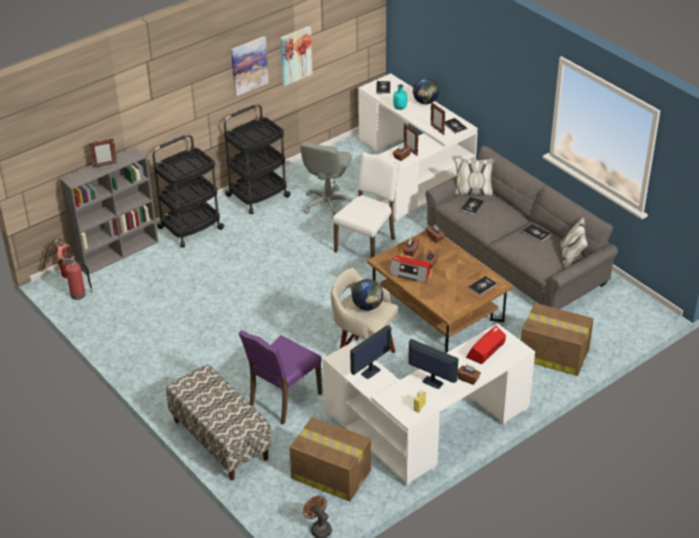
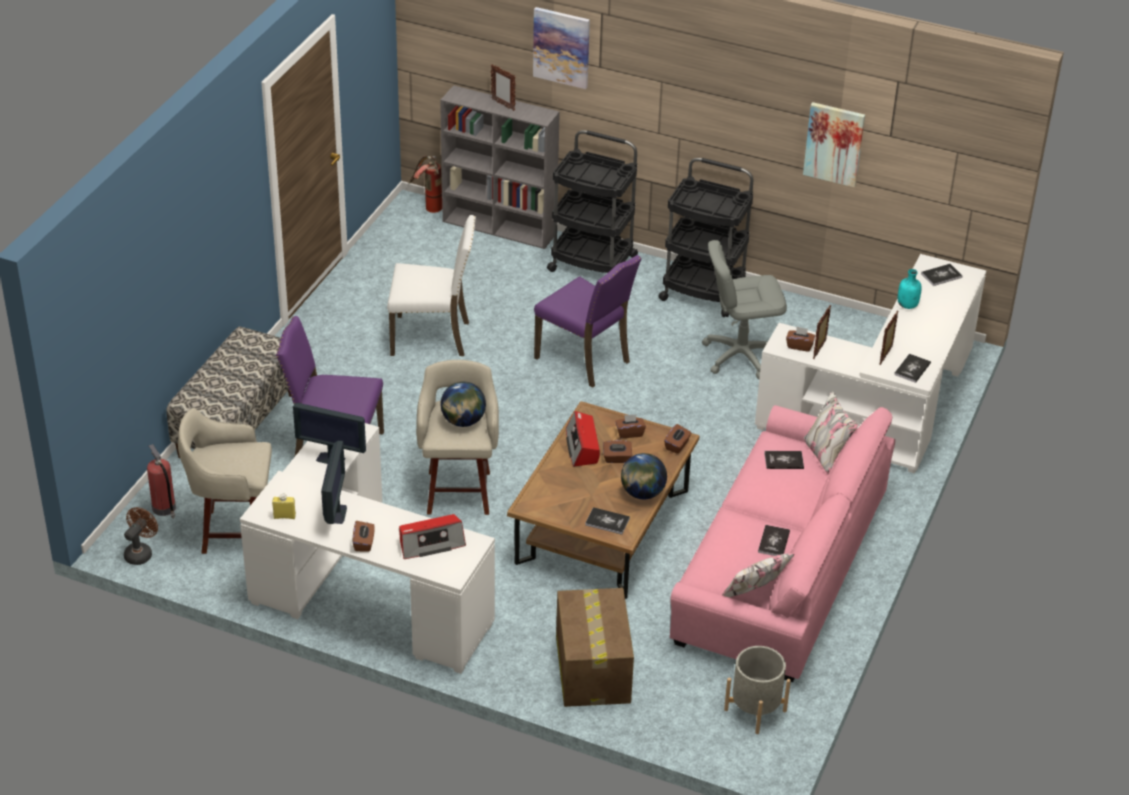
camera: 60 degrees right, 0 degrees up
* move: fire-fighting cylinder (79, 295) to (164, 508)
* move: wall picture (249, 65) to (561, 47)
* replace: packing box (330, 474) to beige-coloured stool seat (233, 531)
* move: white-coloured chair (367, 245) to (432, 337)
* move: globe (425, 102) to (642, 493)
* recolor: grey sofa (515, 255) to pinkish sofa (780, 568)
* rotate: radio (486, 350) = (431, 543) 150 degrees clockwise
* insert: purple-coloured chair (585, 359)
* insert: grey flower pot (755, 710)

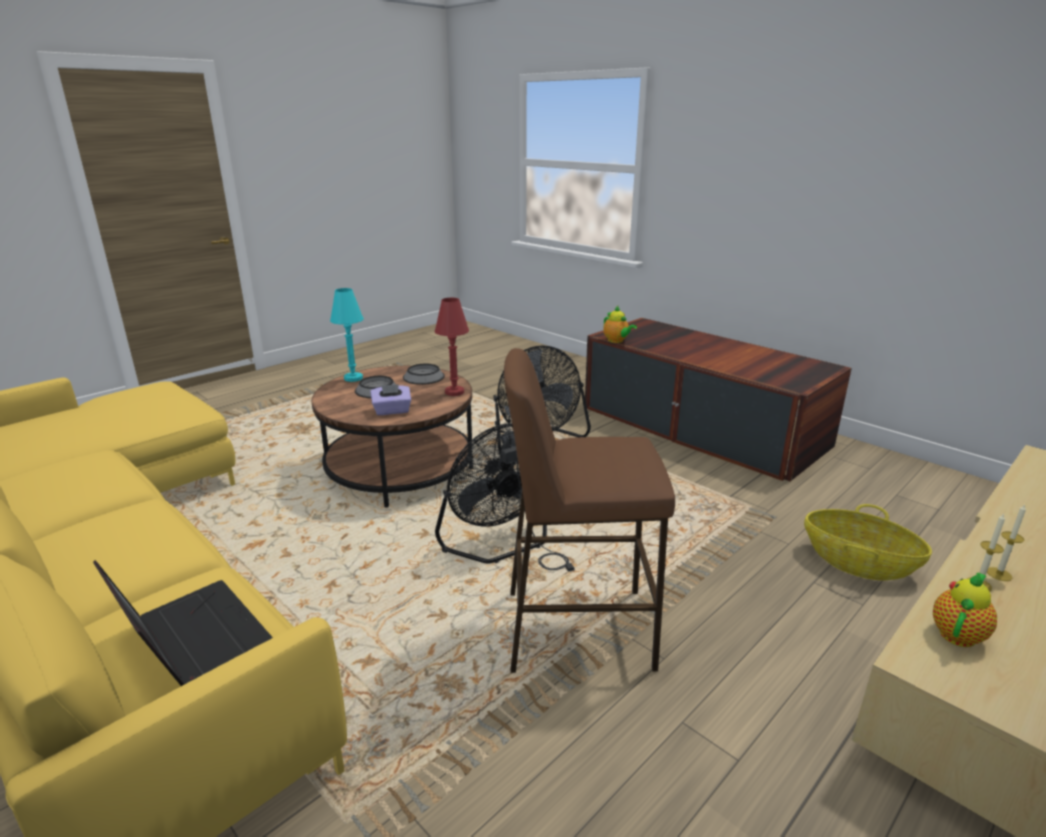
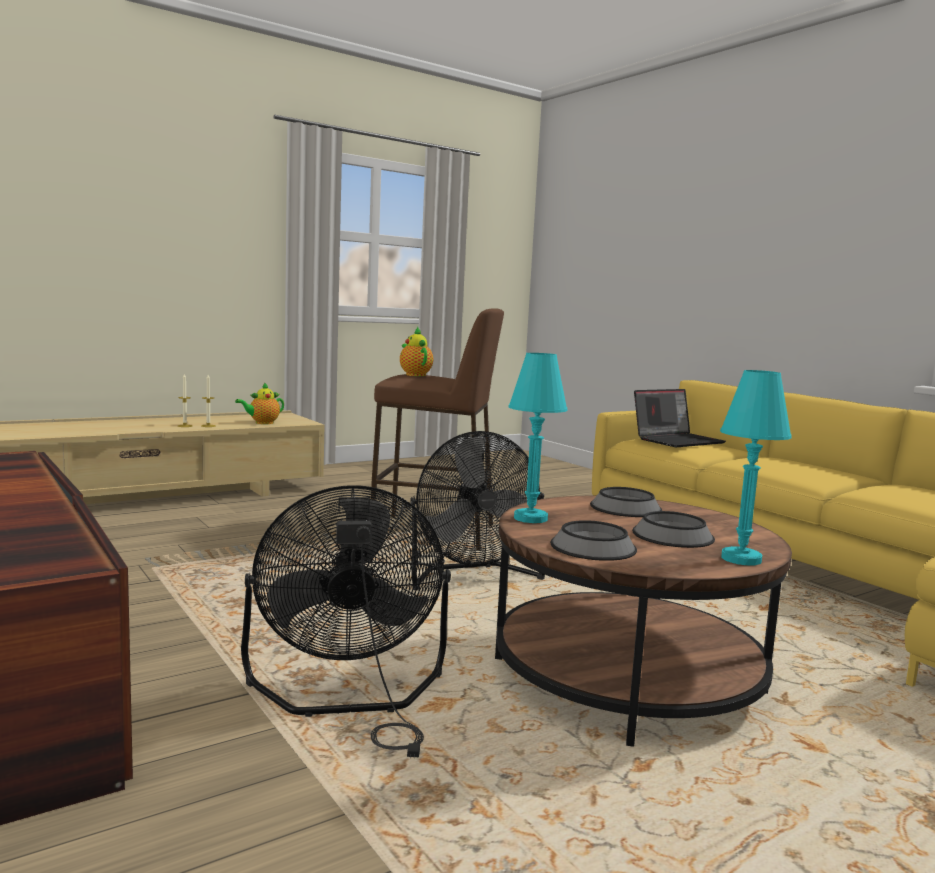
camera: 170 degrees left, 15 degrees down
* rotate: laptop (192, 638) = (677, 440) 90 degrees counterclockwise
* replace: purple-coloured tissue holder (392, 411) to bowl (625, 507)
* recolor: reddish tabletop lamp (454, 392) to turquoise-coloured tabletop lamp (530, 518)
* move: tea pot (616, 341) to (414, 375)
* delete: basket (858, 563)

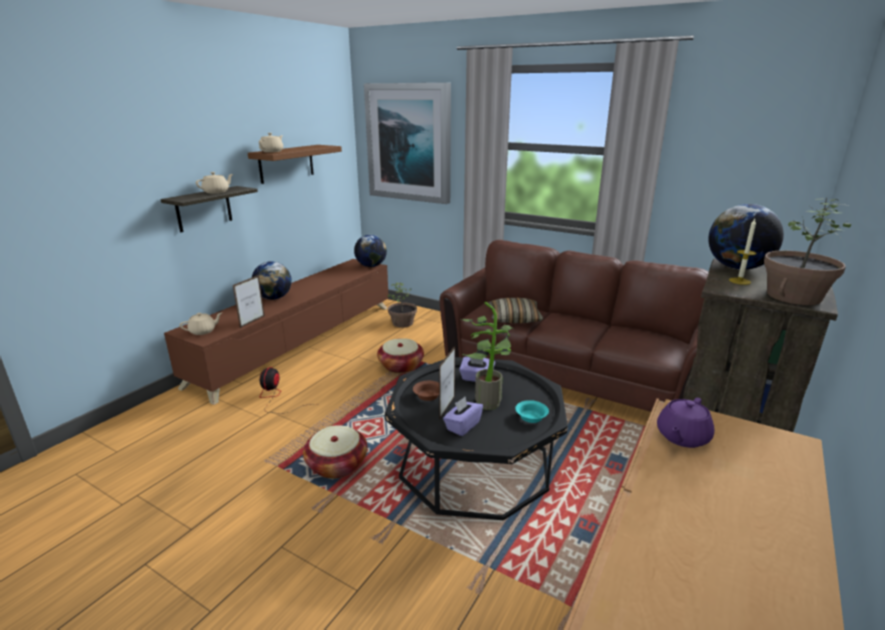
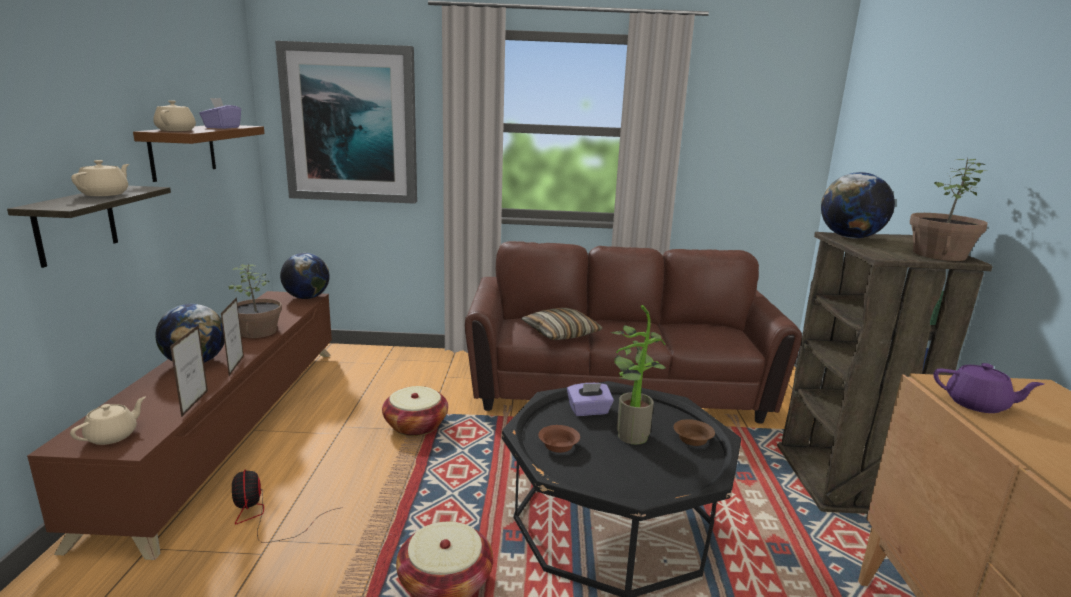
camera: 30 degrees left, 5 degrees down
* move: potted plant (403, 323) to (259, 332)
* move: picture frame (447, 408) to (236, 366)
* move: purple-coloured tissue holder (462, 426) to (222, 127)
* recolor: turquoise-coloured bowl (532, 417) to brown-coloured bowl (693, 439)
* rotate: purple-coloured tea pot (682, 437) = (978, 405) 75 degrees counterclockwise
* delete: candle (739, 281)

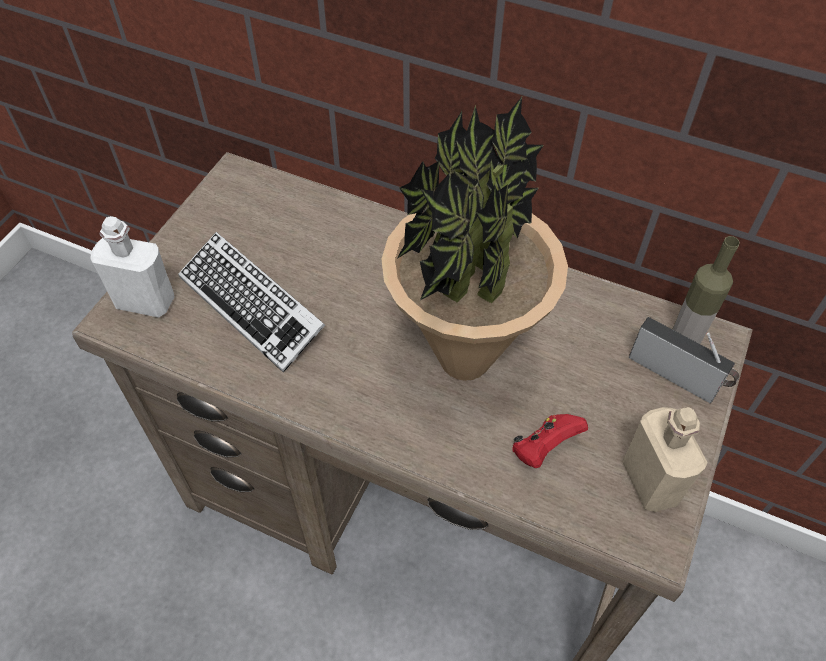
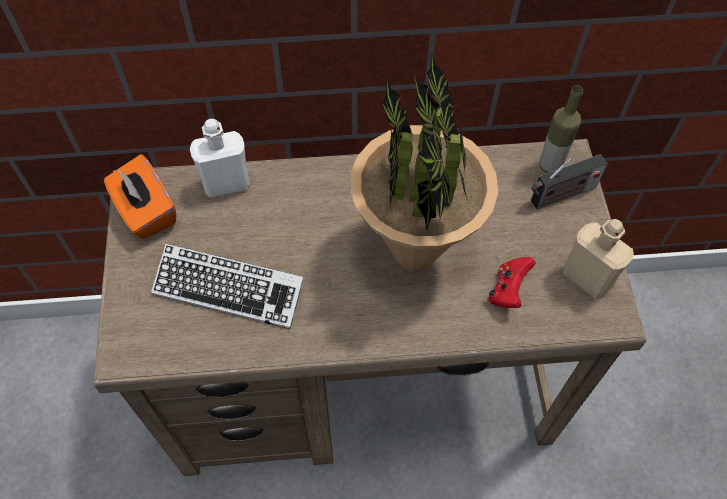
camera: 30 degrees left, 5 degrees up
* move: white-coloured bottle (145, 302) to (226, 184)
* rotate: radio (677, 376) = (561, 196) 150 degrees clockwise
* insert: orange tissue holder (146, 212)

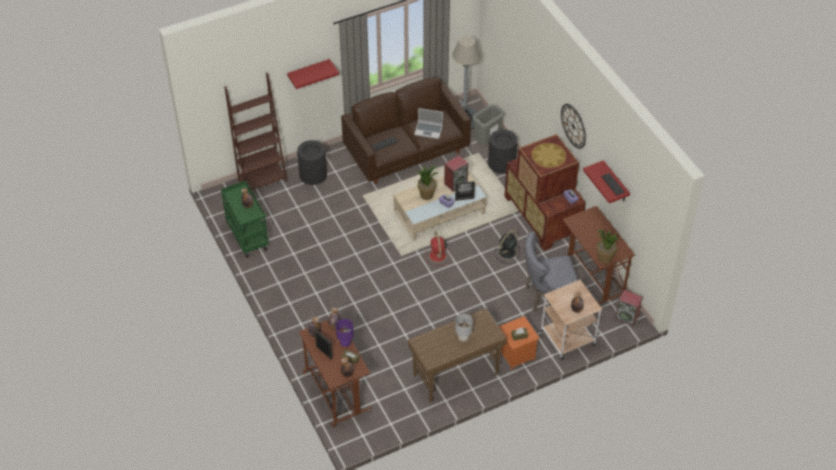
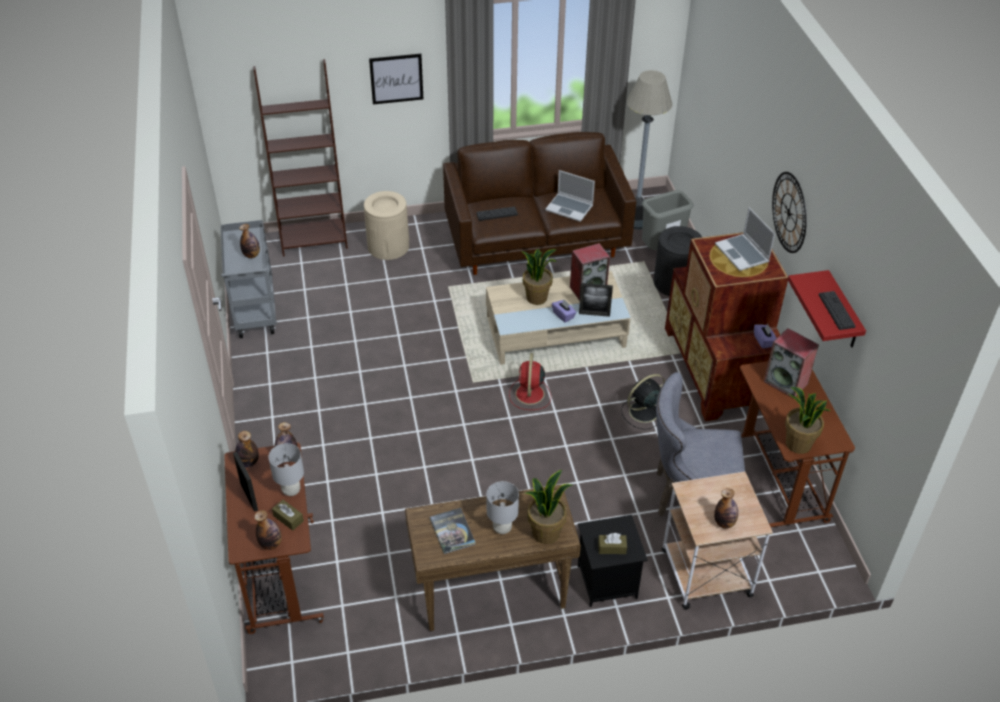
camera: 15 degrees right, 5 degrees down
* recolor: greenish wheeled cart (248, 239) to grey wheeled cart (256, 313)
* replace: reddish wall shelf (309, 72) to wall picture (396, 78)
* recolor: black-coloured trash can (313, 174) to beige-coloured trash can (388, 246)
* recolor: purple-coloured tabletop lamp (346, 344) to grey tabletop lamp (291, 491)
* recolor: orange nightstand (516, 356) to black-coloured nightstand (606, 583)
* move: audio speaker (627, 317) to (786, 383)
* insert: bound book (452, 531)
* insert: potted plant (545, 532)
* insert: laptop (742, 254)

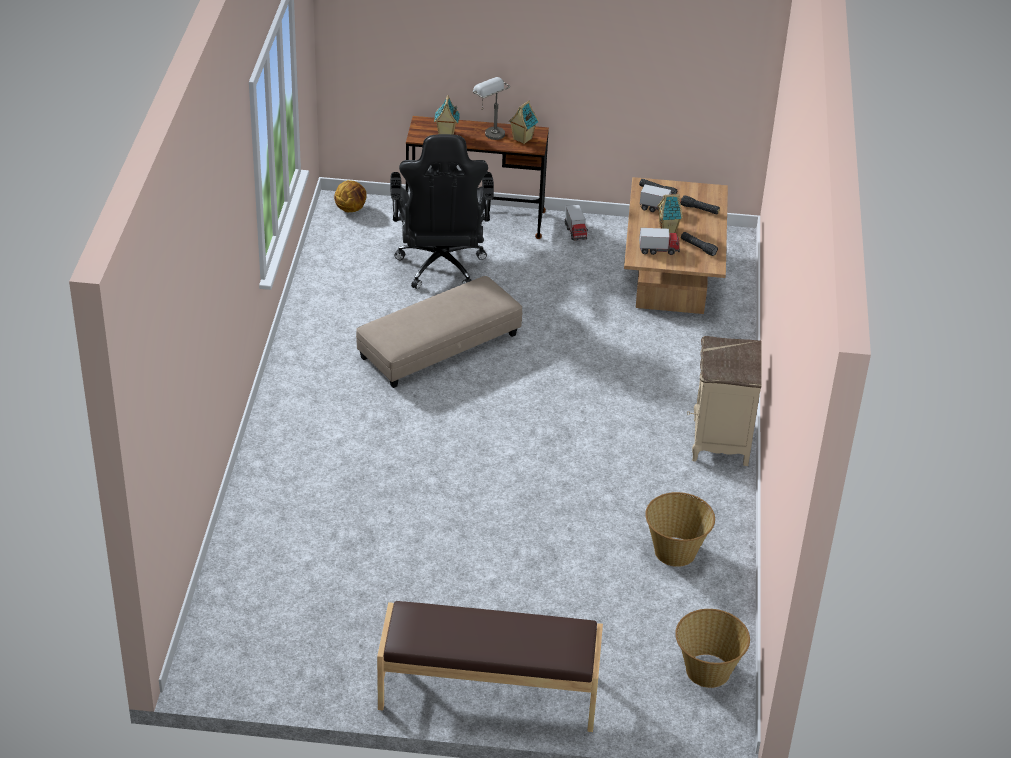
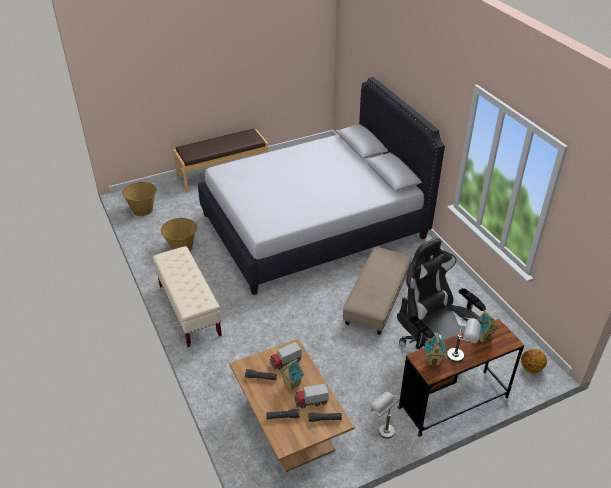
camera: 150 degrees right, 0 degrees up
* replace: toy lorry (575, 232) to grey tabletop lamp (381, 428)
* replace: beige-coloured nightstand (719, 442) to beige-coloured bench (189, 310)
* insert: white-coloured bedroom bed (313, 225)

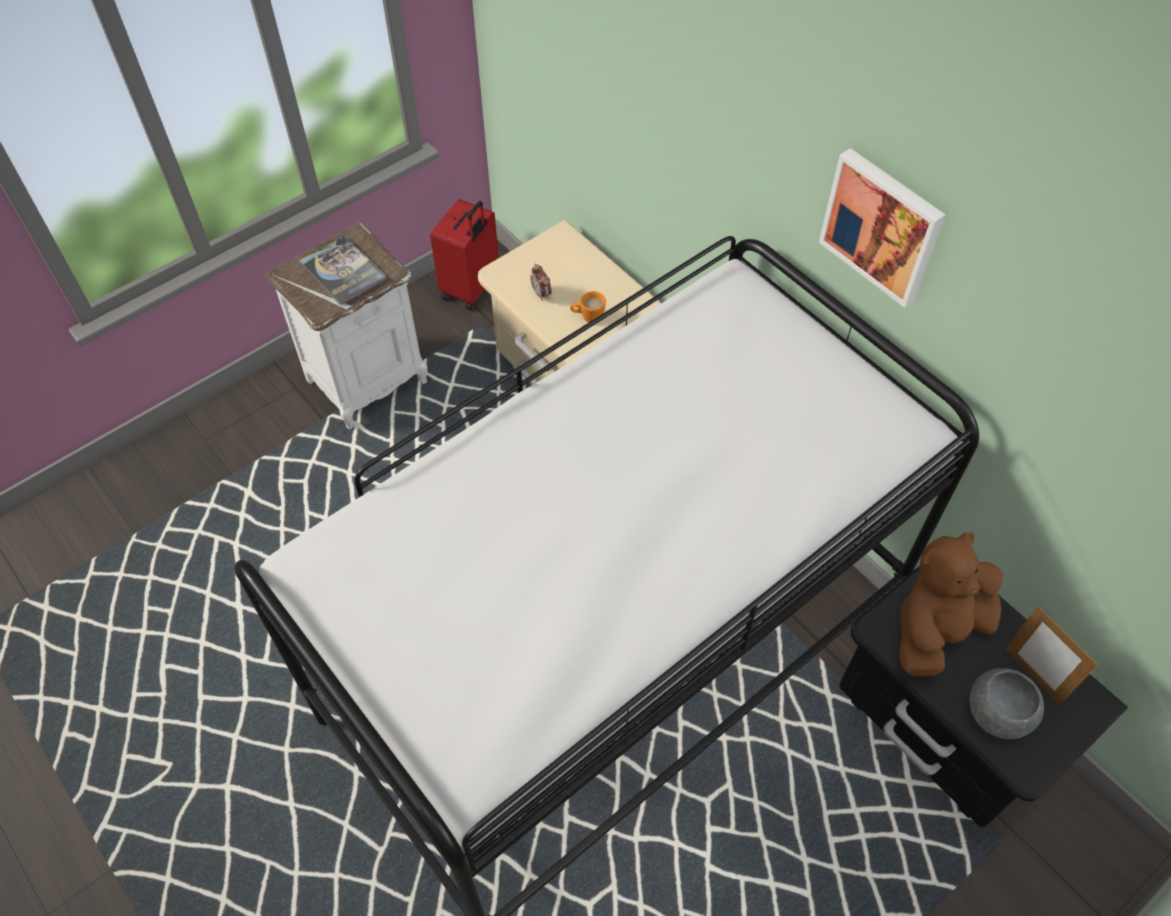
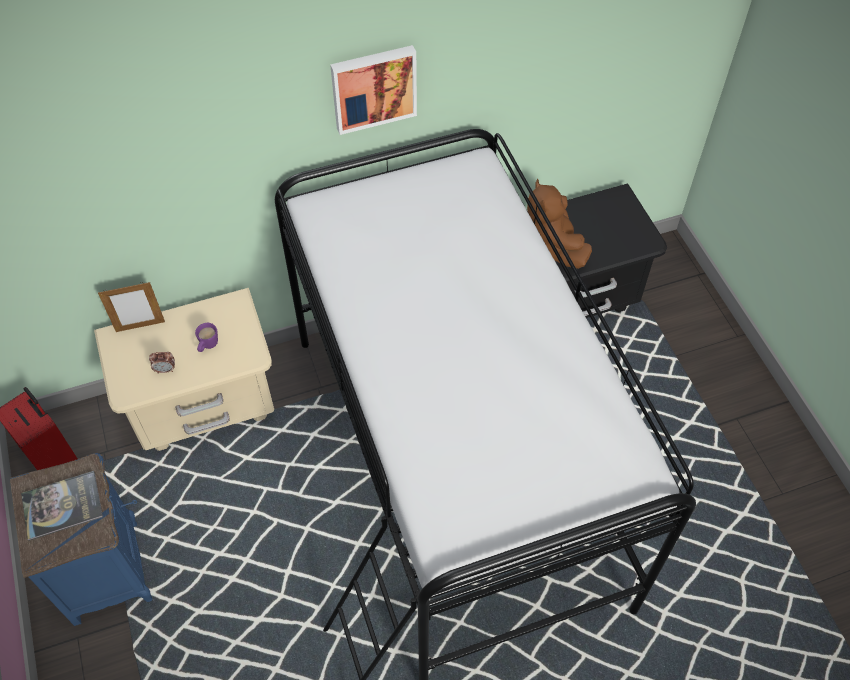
camera: 70 degrees left, 0 degrees up
* recolor: white-coloured nightstand (368, 382) to bluish nightstand (108, 571)
* recolor: orange tea mug (587, 317) to purple-coloured tea mug (208, 346)
* delete: grey bowl (998, 713)
* move: picture frame (1032, 676) to (140, 326)

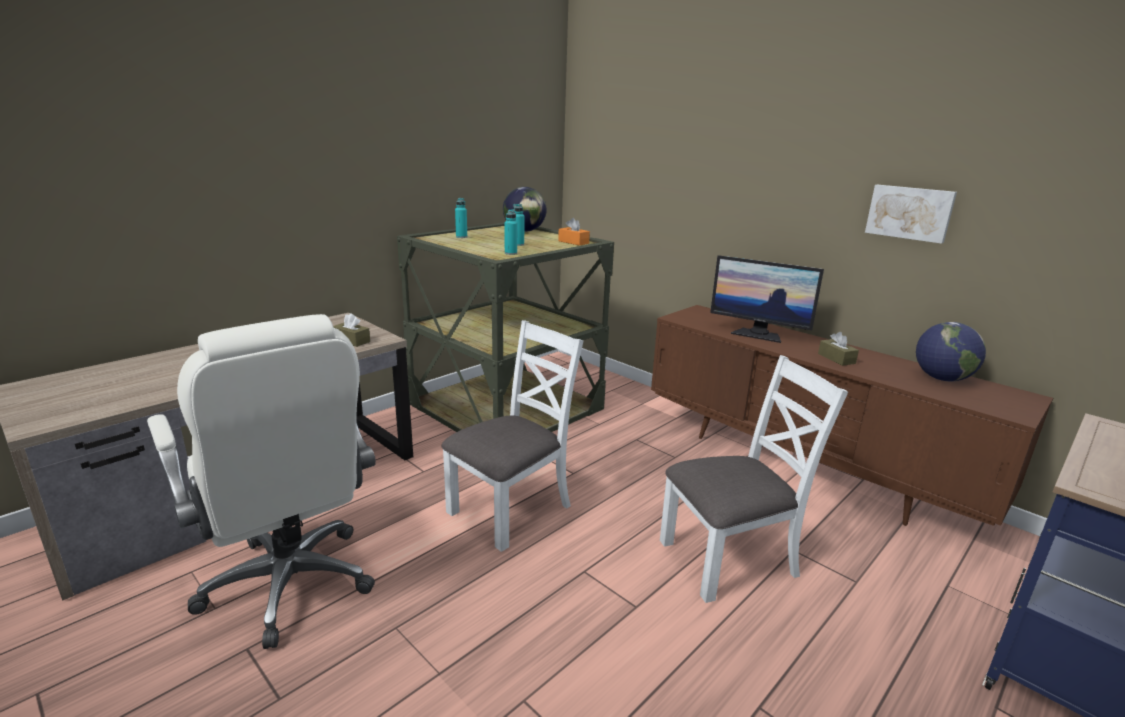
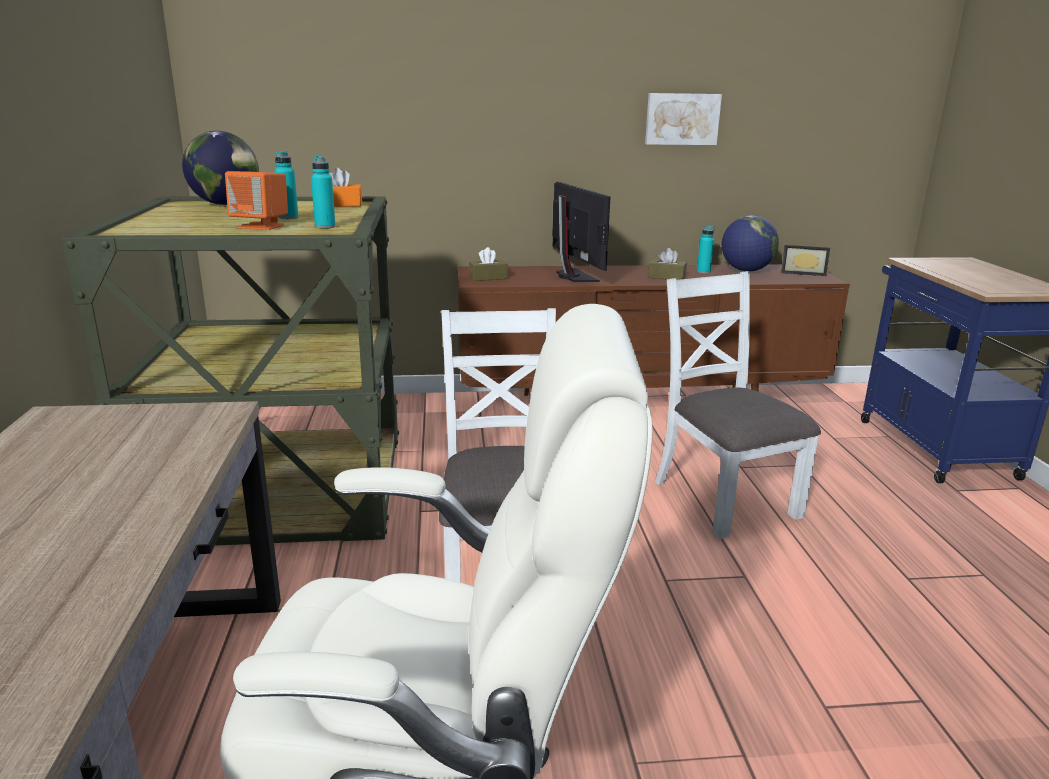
camera: 50 degrees left, 0 degrees up
* move: brown-coloured tissue holder (352, 341) to (488, 277)
* move: turquoise-coloured bottle (461, 237) to (703, 272)
* rotate: white-coloured chair (729, 558) = (723, 498) 45 degrees counterclockwise
* rotate: computer screen (758, 334) = (573, 276) 90 degrees counterclockwise
* insert: orange audio speaker (261, 226)
* insert: picture frame (803, 273)

